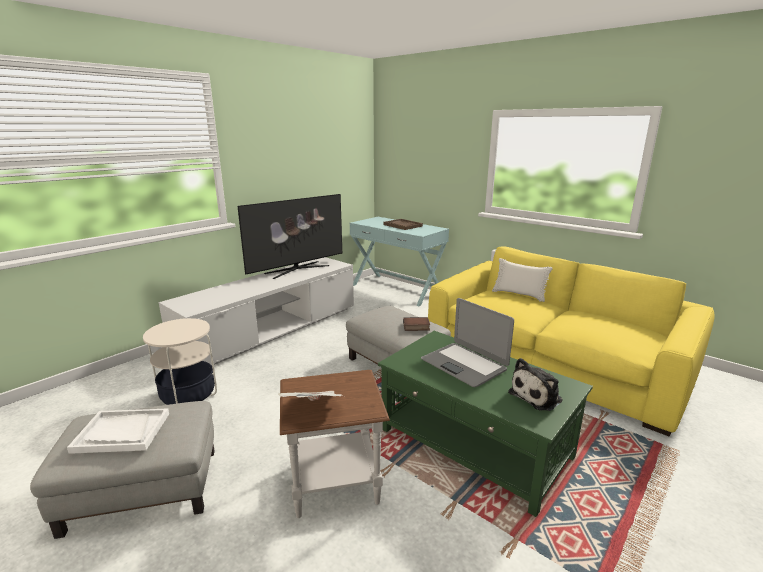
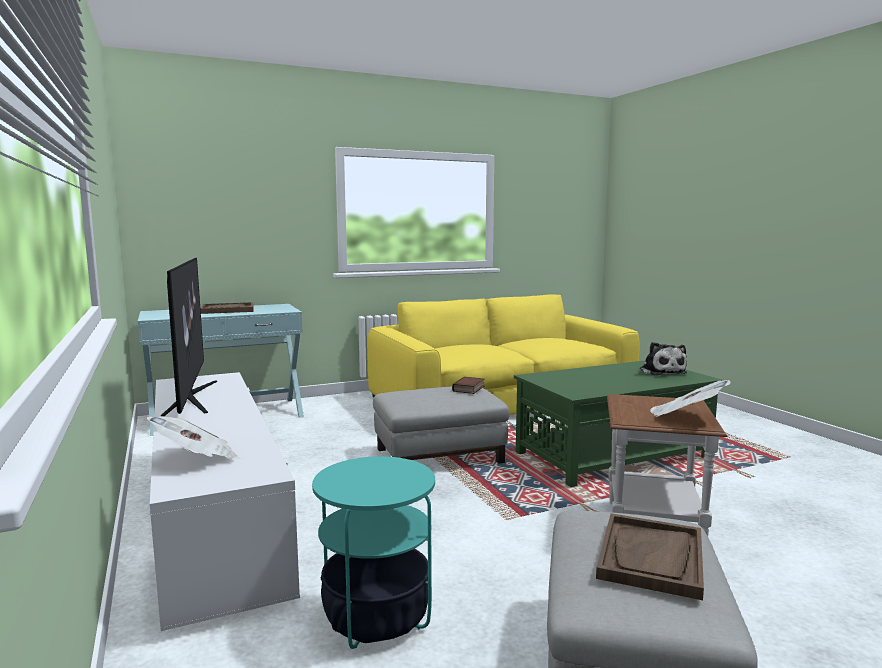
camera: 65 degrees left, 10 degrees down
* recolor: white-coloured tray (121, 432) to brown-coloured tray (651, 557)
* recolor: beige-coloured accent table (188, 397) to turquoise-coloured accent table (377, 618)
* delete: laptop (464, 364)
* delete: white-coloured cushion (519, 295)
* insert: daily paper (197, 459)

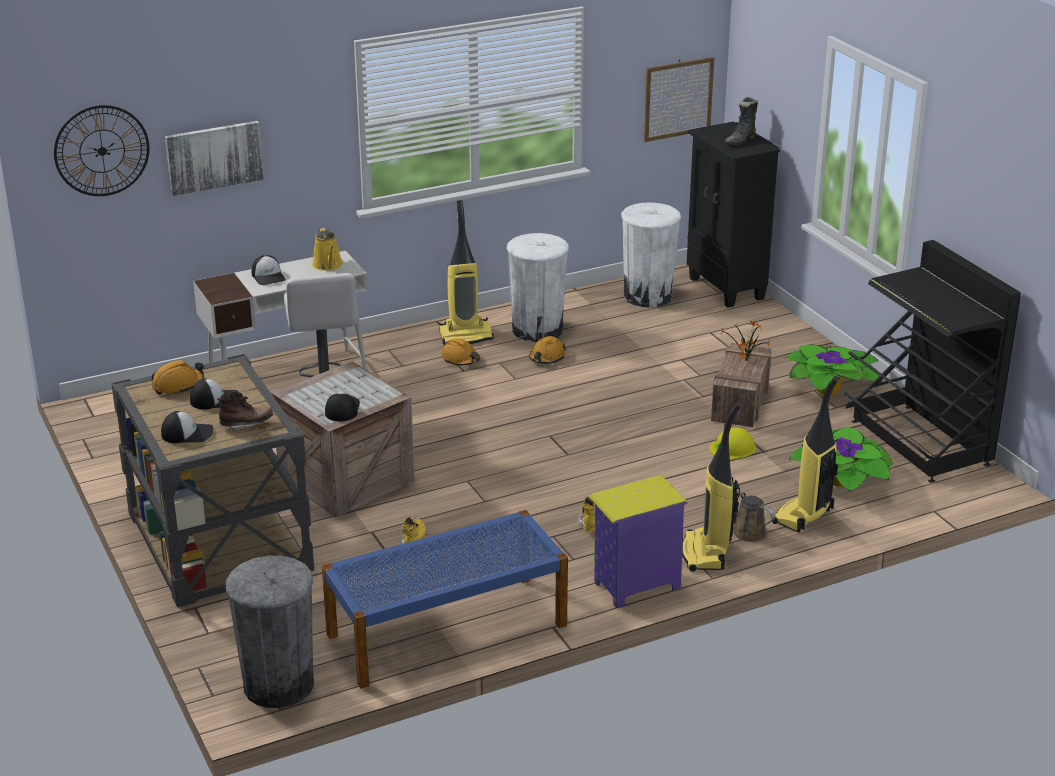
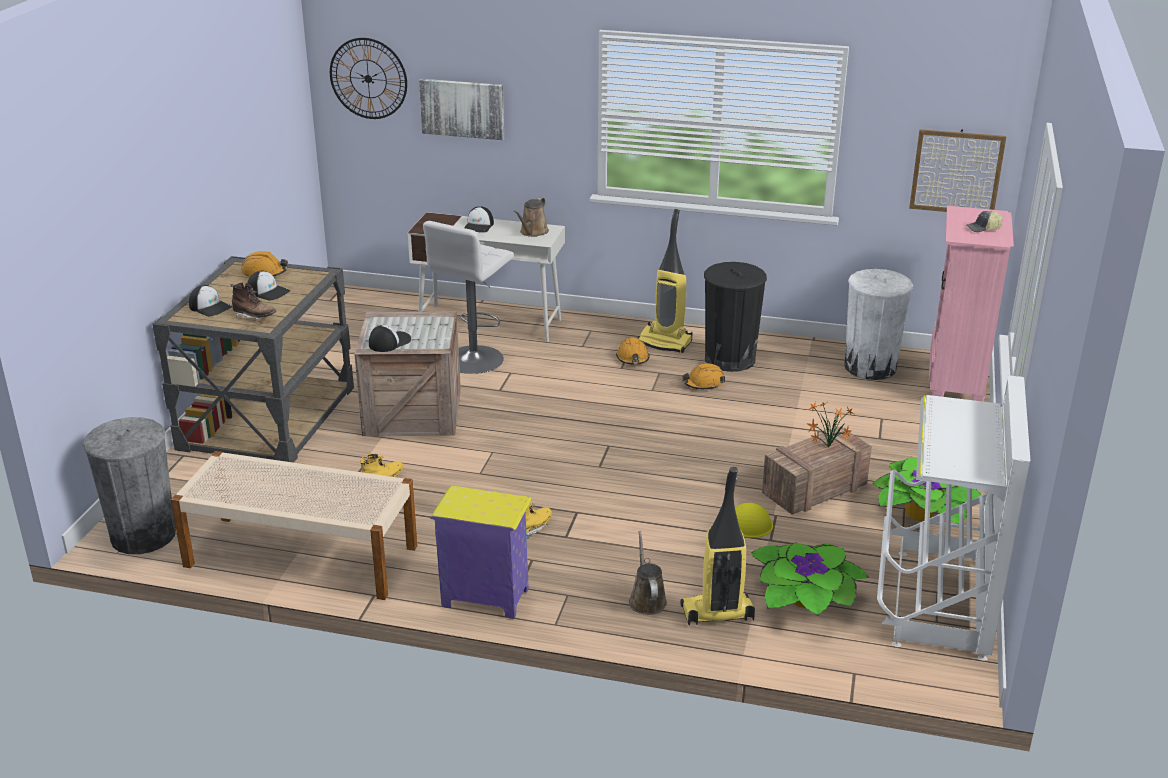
camera: 40 degrees right, 0 degrees up
* recolor: yellow sprinkling can (328, 265) to brown-coloured sprinkling can (532, 232)
* recolor: bluish bench (447, 631) to beige-coloured bench (301, 557)
* recolor: white-coloured trash can (537, 330) to black-coloured trash can (729, 359)
* delete: vacuum (706, 553)
* recolor: black-coloured cabinet (725, 289) to pinkish cabinet (954, 387)
* replace: black-coloured tall boot (741, 141) to peaked cap (983, 229)
* recolor: black-coloured shoe rack (915, 443) to white-coloured shoe rack (933, 602)

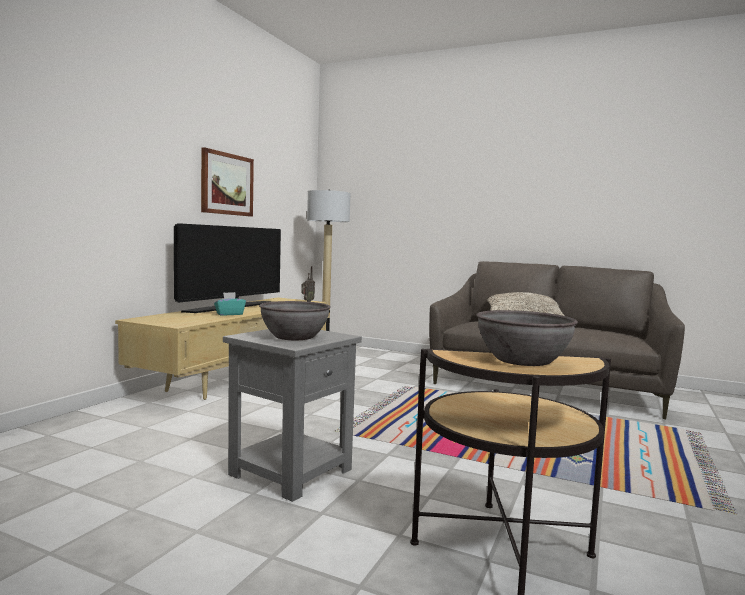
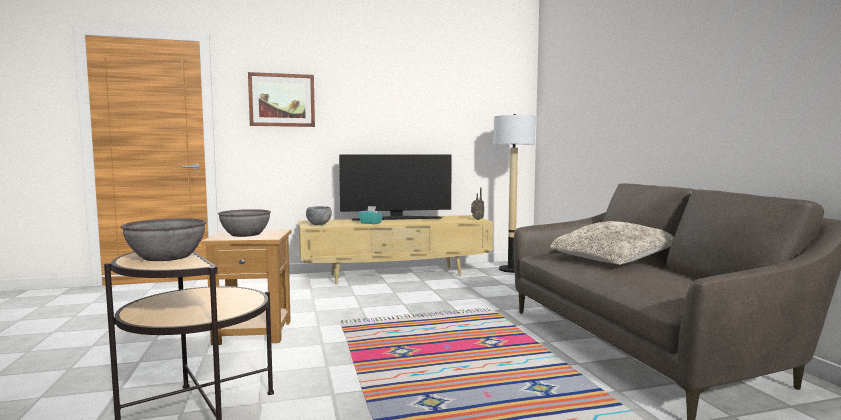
camera: 50 degrees right, 0 degrees up
* move: wall picture (227, 184) to (282, 100)
* recolor: grey accent table (291, 471) to brown-coloured accent table (254, 332)
* insert: grey bowl (318, 224)

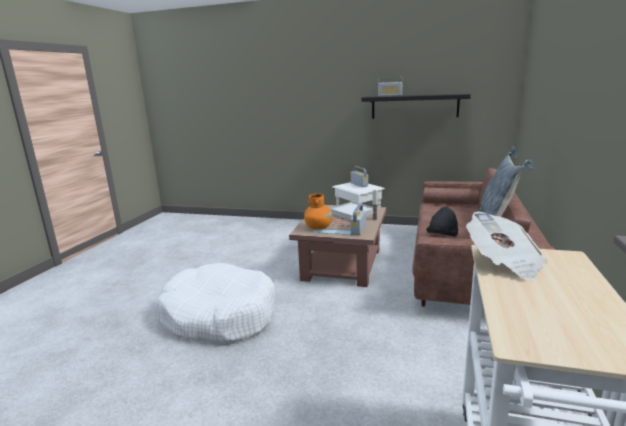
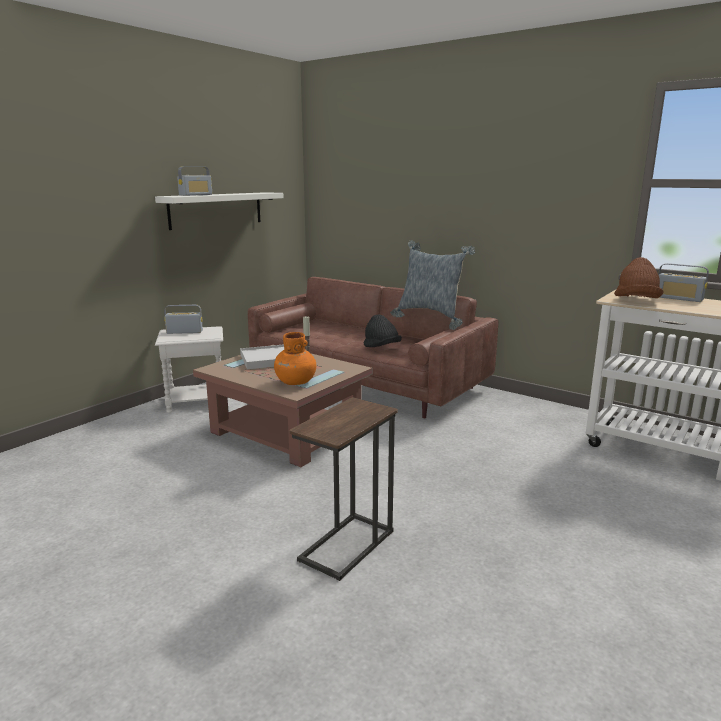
camera: 70 degrees left, 0 degrees up
* replace: white-coloured dog bed (219, 316) to brown-coloured accent table (347, 545)
* move: radio (358, 229) to (678, 298)
* recolor: black-coloured wall shelf (414, 106) to white-coloured wall shelf (216, 210)
* replace: daily paper (504, 263) to brown-coloured clothing hat (636, 301)

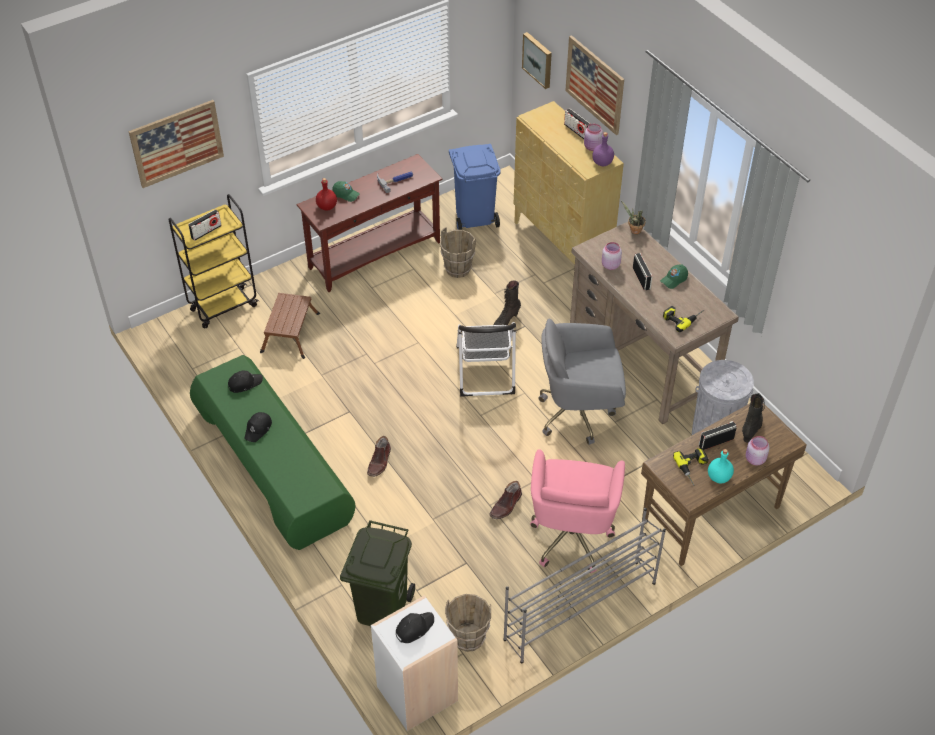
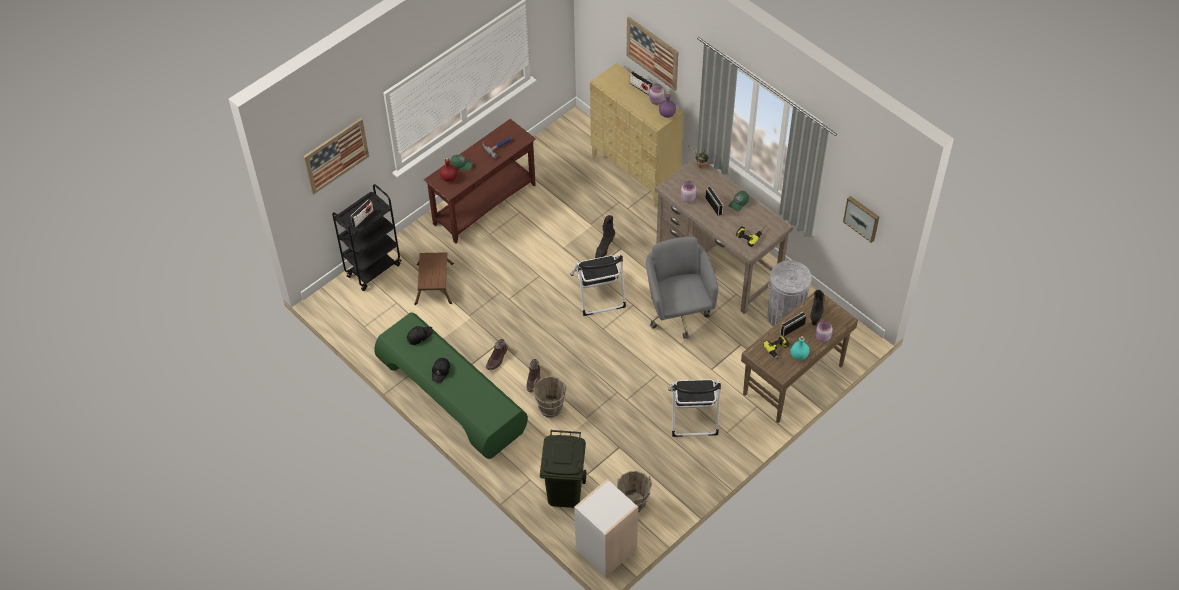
camera: 10 degrees left, 5 degrees up
* recolor: yellow wheeled cart (224, 307) to black-coloured wheeled cart (373, 270)
* delete: black-coloured peaked cap (414, 628)
* move: brown-coloured bucket (457, 269) to (550, 408)
* delete: bluish trash can (475, 217)
* move: brown-coloured tall boot (506, 505) to (497, 358)
* delete: grey shoe rack (579, 611)
* move: wall picture (538, 59) to (862, 218)
* replace: pinkish desk chair (571, 536) to step ladder (692, 414)
* rotate: grey desk chair (578, 415) = (678, 316) 90 degrees clockwise

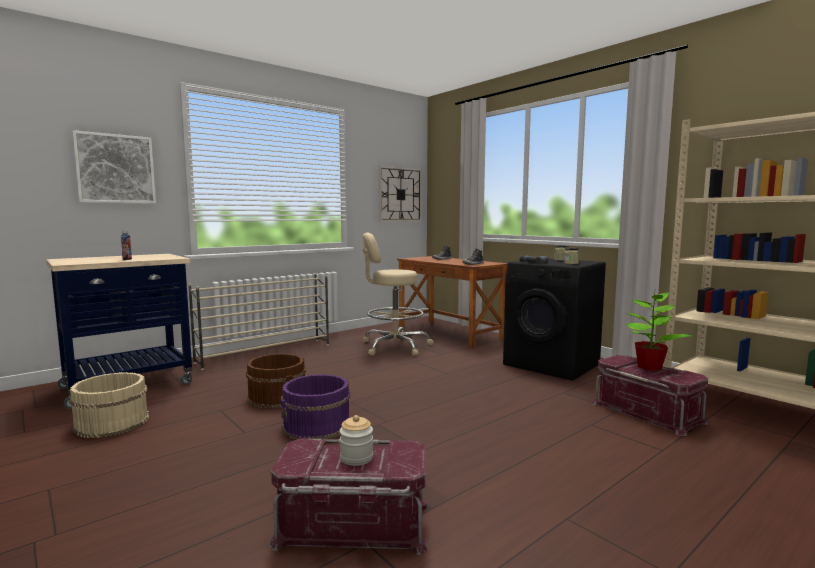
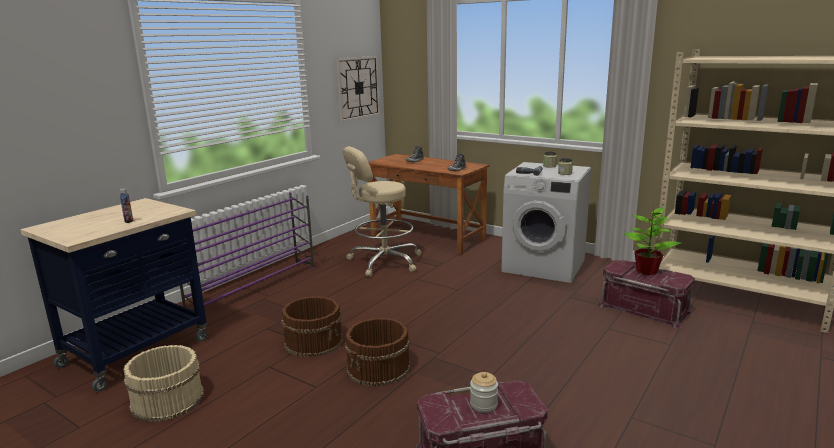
camera: 15 degrees left, 10 degrees up
* delete: wall picture (115, 169)
* recolor: beige-coloured shoe rack (266, 353) to purple-coloured shoe rack (255, 288)
* recolor: purple-coloured bucket (317, 426) to brown-coloured bucket (379, 368)
* recolor: black-coloured laundry machine (550, 364) to white-coloured laundry machine (543, 266)

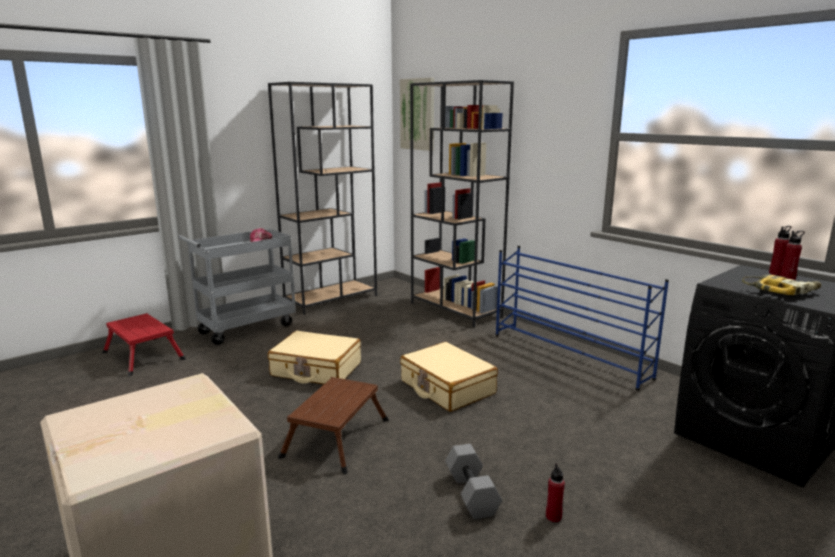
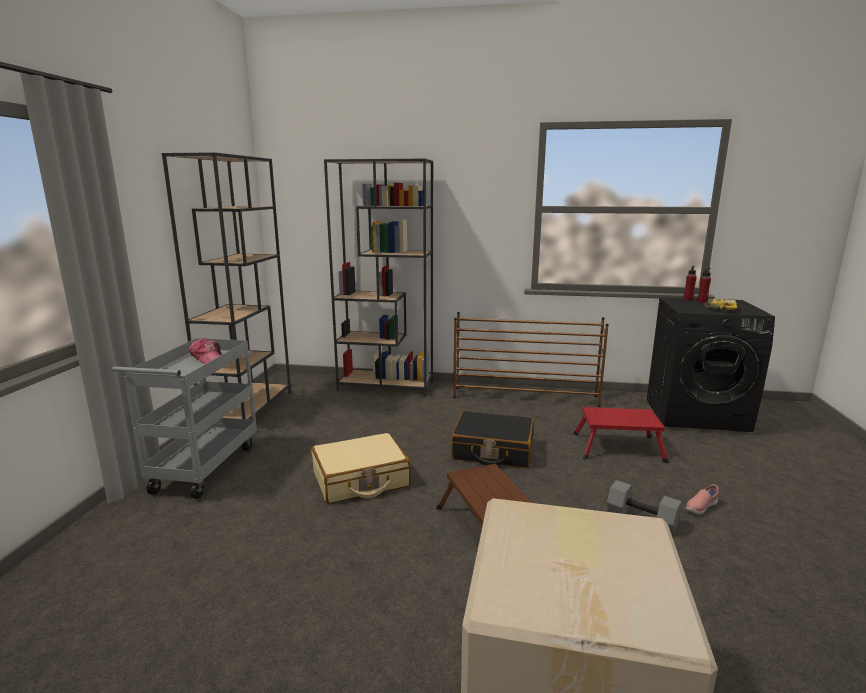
camera: 40 degrees left, 0 degrees up
* move: reddish step ladder (143, 356) to (619, 447)
* delete: wall picture (418, 114)
* recolor: beige-coloured travel case (447, 387) to black-coloured travel case (492, 451)
* recolor: bluish shoe rack (568, 356) to brown-coloured shoe rack (525, 397)
* replace: reddish bottle (553, 516) to pinkish shoe (700, 507)

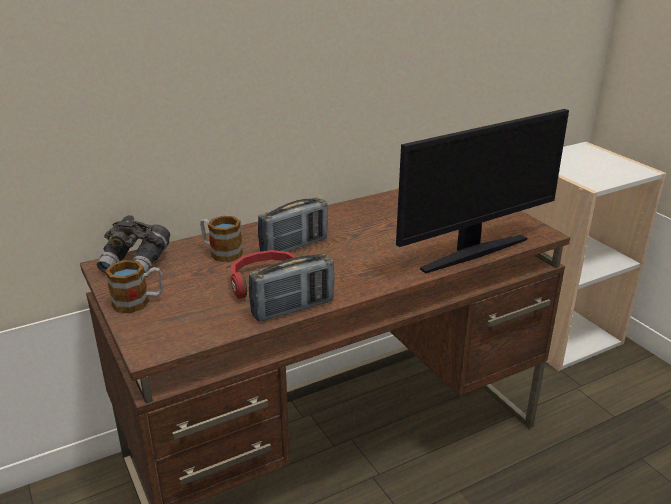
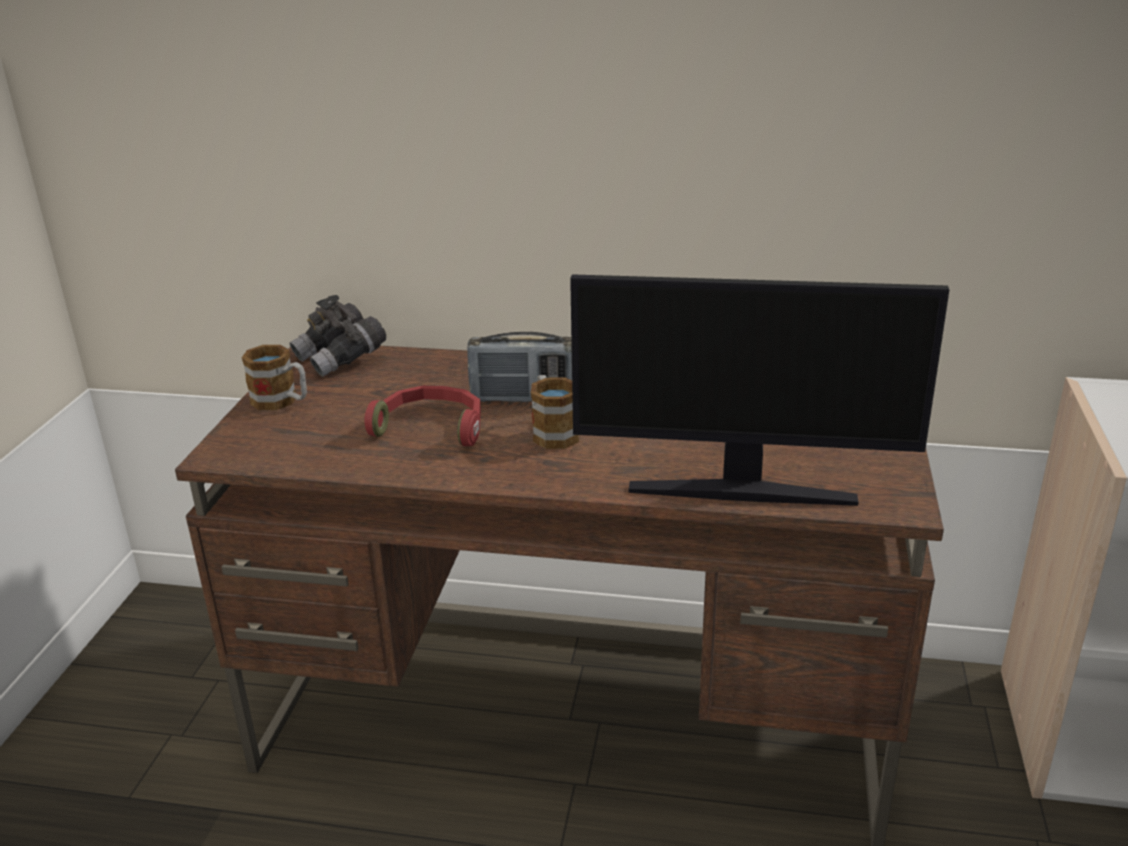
camera: 40 degrees right, 0 degrees up
* move: tea mug (221, 252) to (552, 432)
* delete: radio (293, 308)

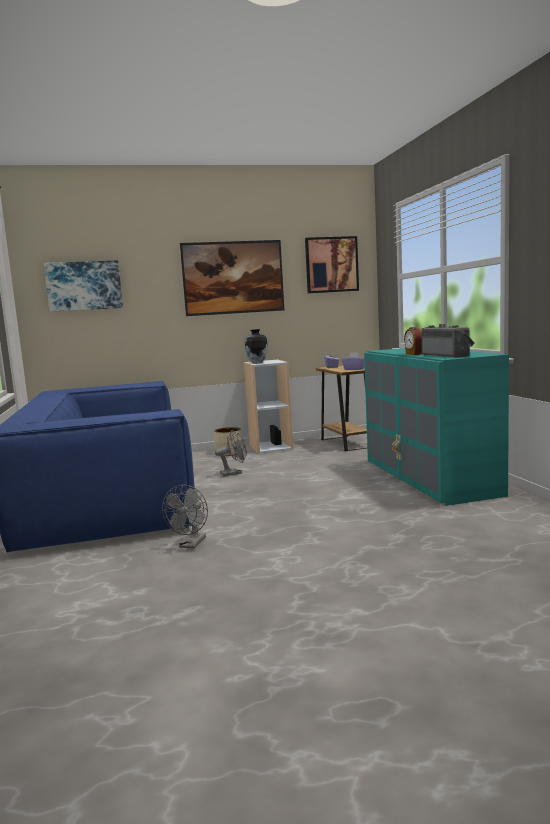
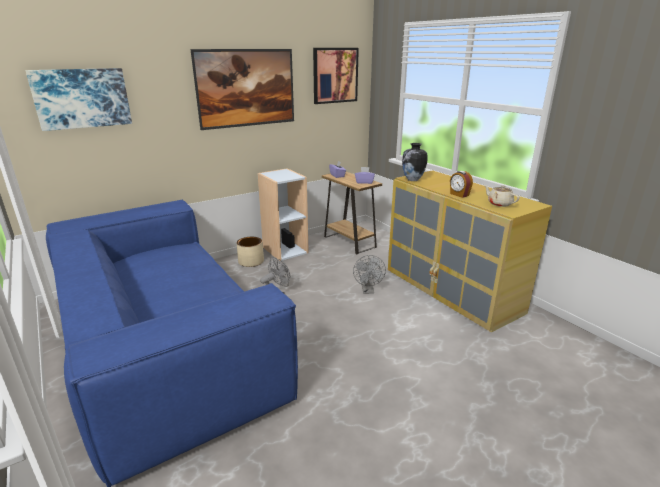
camera: 20 degrees left, 15 degrees up
* move: grey fan (191, 545) to (368, 290)
* move: vase (257, 363) to (412, 180)
* recolor: turquoise-coloured cabinet (429, 478) to yellow cabinet (451, 291)
* replace: radio (447, 355) to beige-coloured tea pot (499, 203)

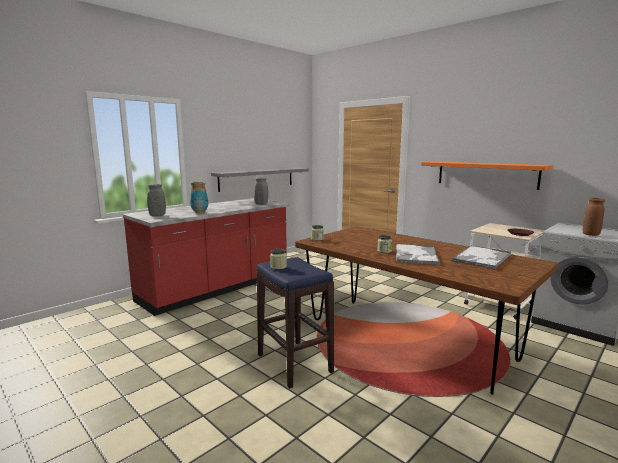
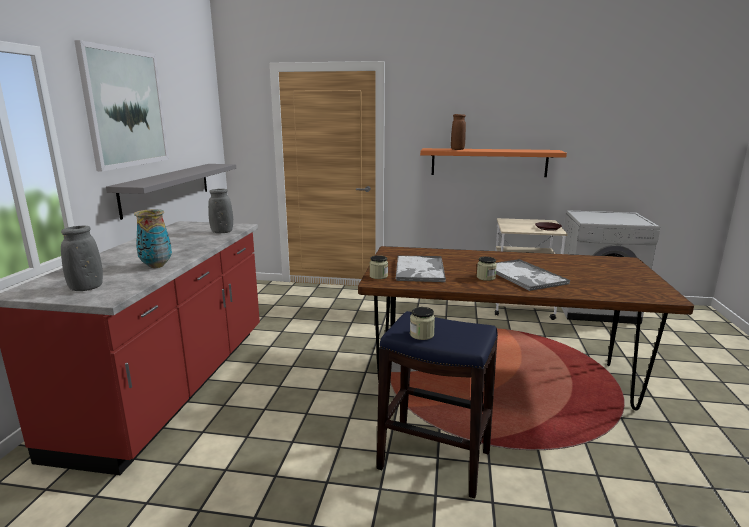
camera: 35 degrees left, 5 degrees up
* move: tray (481, 258) to (420, 270)
* move: brown-coloured vase (591, 234) to (457, 149)
* insert: wall picture (125, 108)

